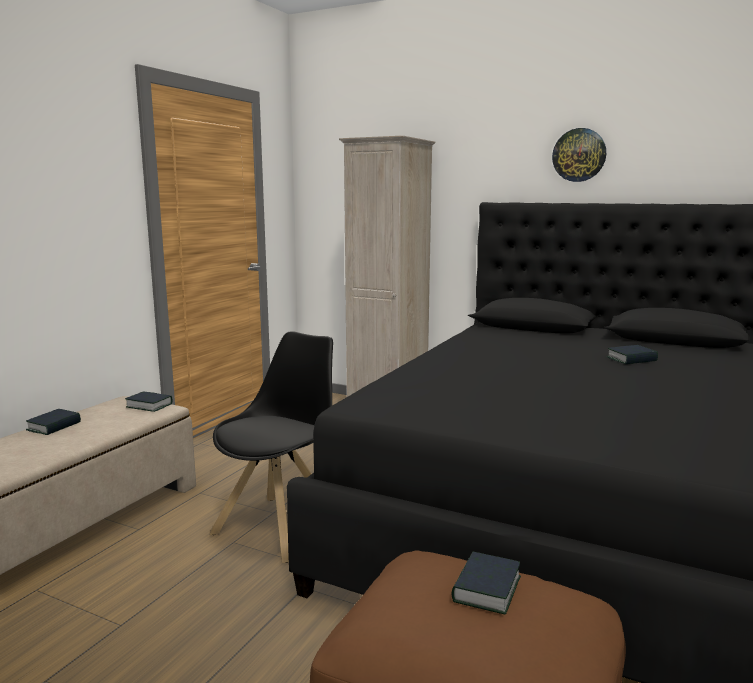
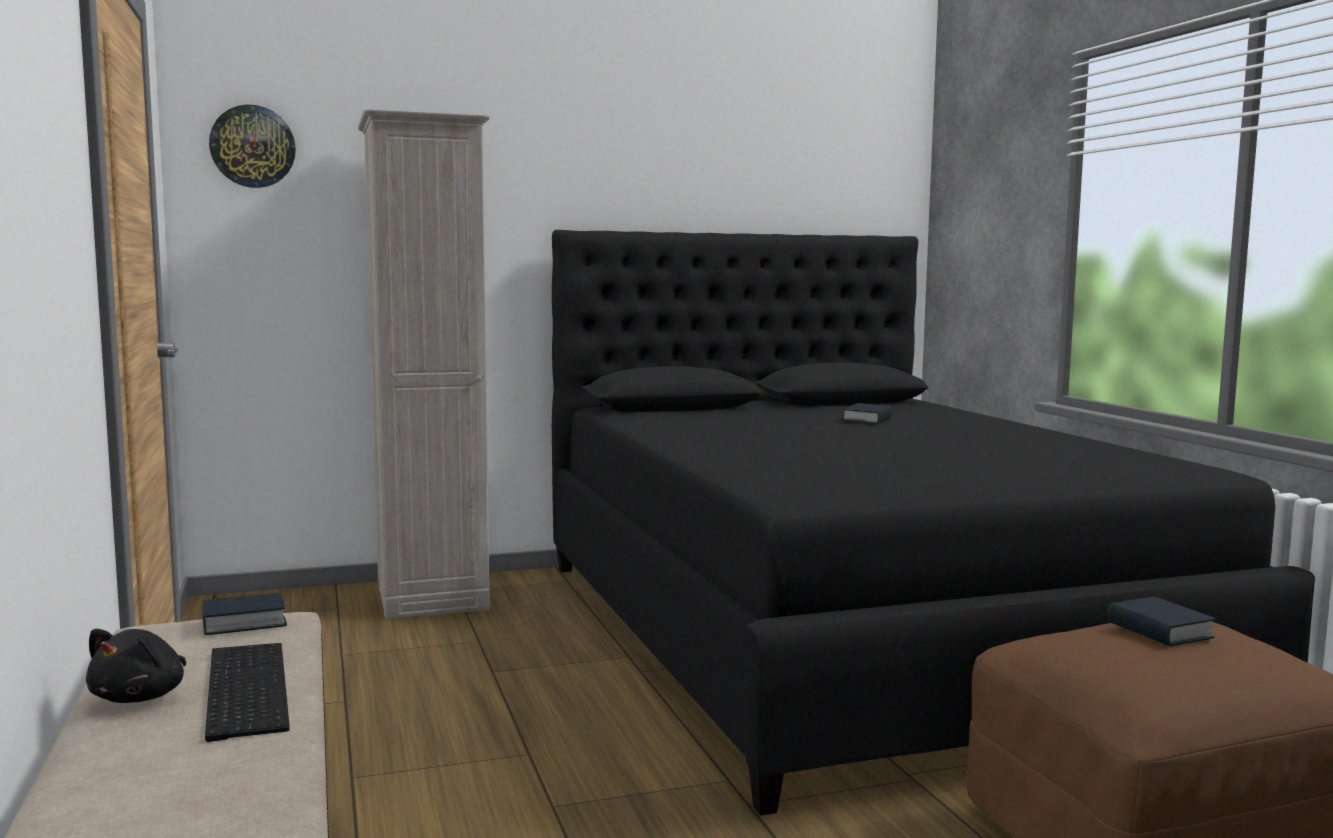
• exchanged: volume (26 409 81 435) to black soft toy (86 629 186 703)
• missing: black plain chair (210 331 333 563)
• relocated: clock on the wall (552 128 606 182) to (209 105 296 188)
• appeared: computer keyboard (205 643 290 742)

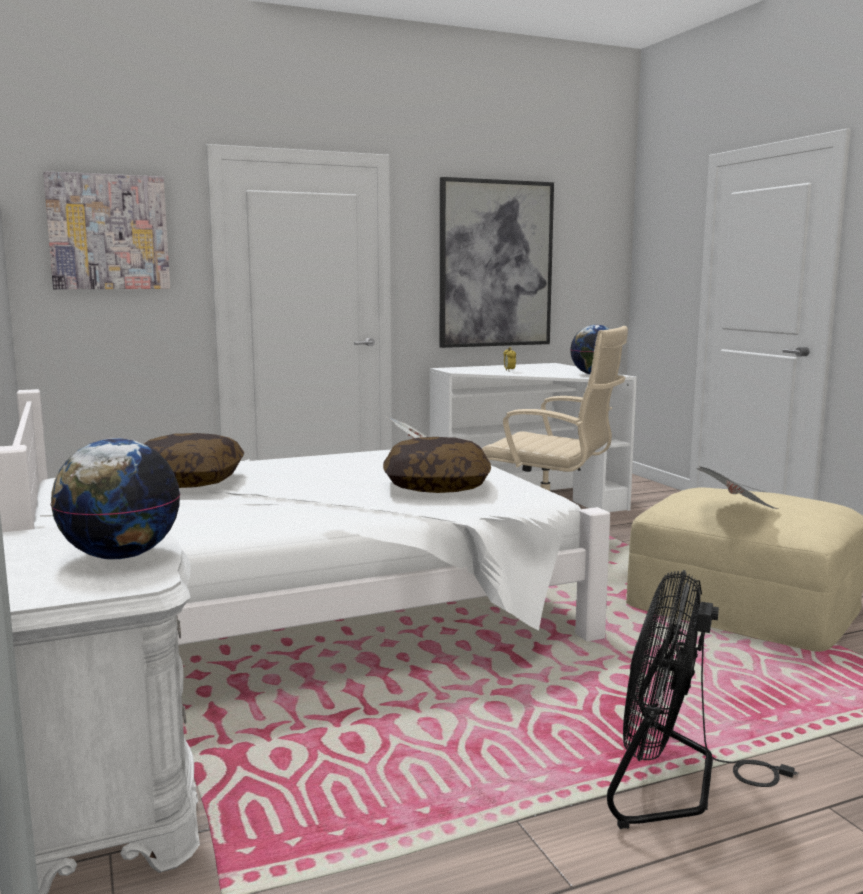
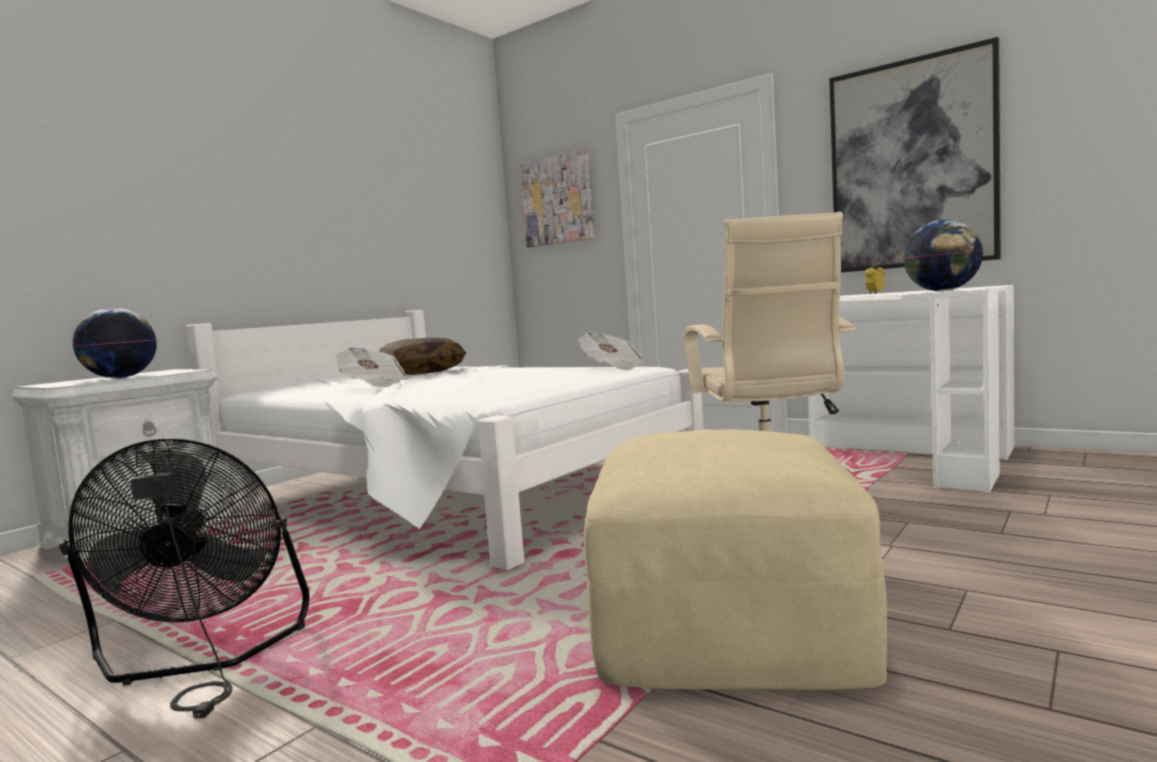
• missing: pillow (383 437 491 493)
• relocated: newspaper (696 467 778 509) to (335 347 408 388)

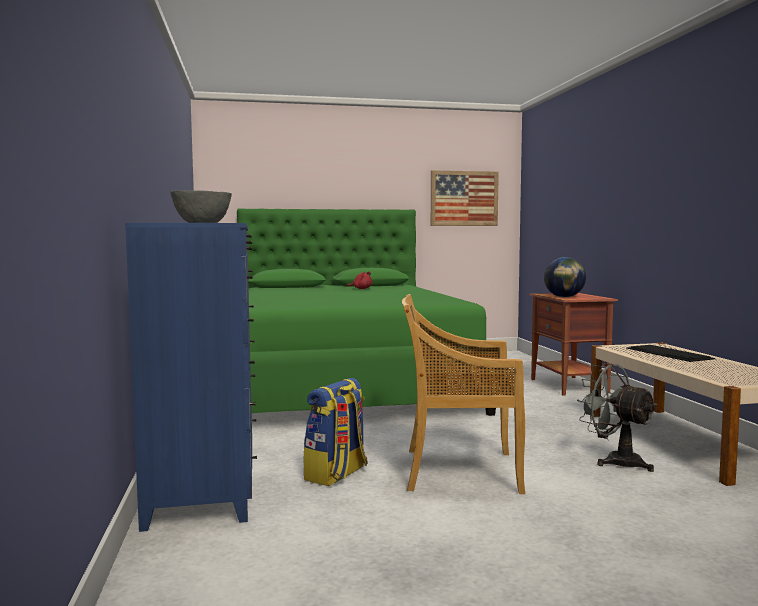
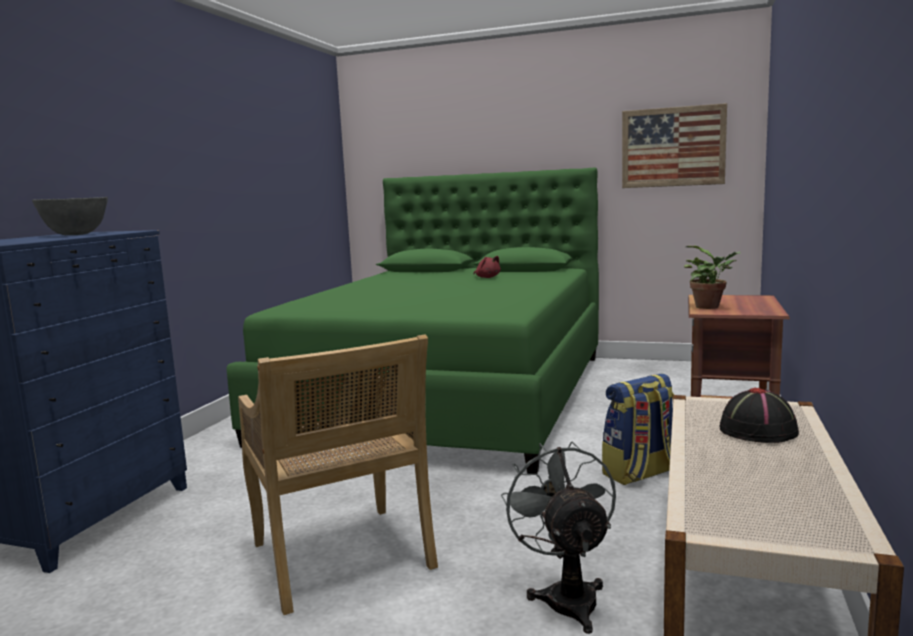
• relocated: rucksack (303 378 368 486) to (602 373 674 485)
• spun: beige-coloured plain chair (402 294 525 494) = (238 335 438 615) 150 degrees counterclockwise
• exchanged: world globe (544 257 586 297) to houseplant (684 246 740 309)
• exchanged: computer keyboard (627 345 716 362) to black wearable hat (720 388 799 443)

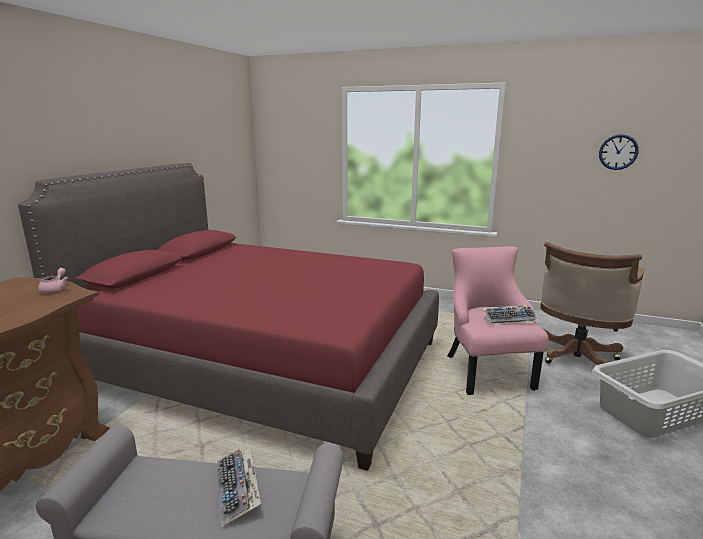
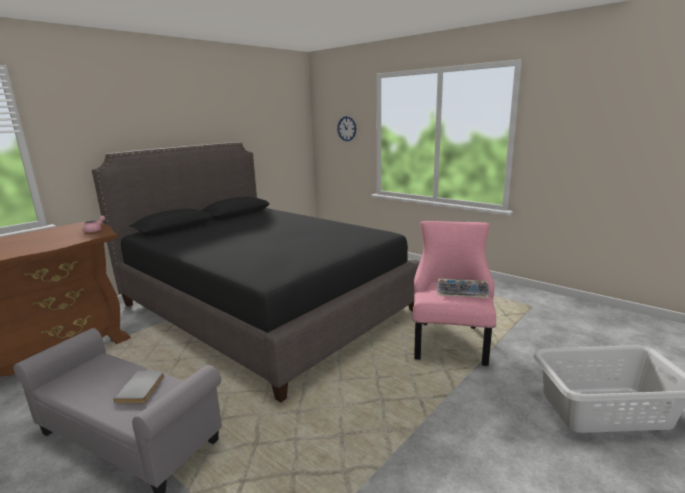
• colour: reddish bedroom bed (18 163 439 471) to black bedroom bed (92 142 420 402)
• exchanged: computer keyboard (217 448 261 527) to gray volume (113 371 164 404)
• missing: computer chair (540 242 644 365)
• relocated: clock on the wall (599 134 639 170) to (337 116 356 141)

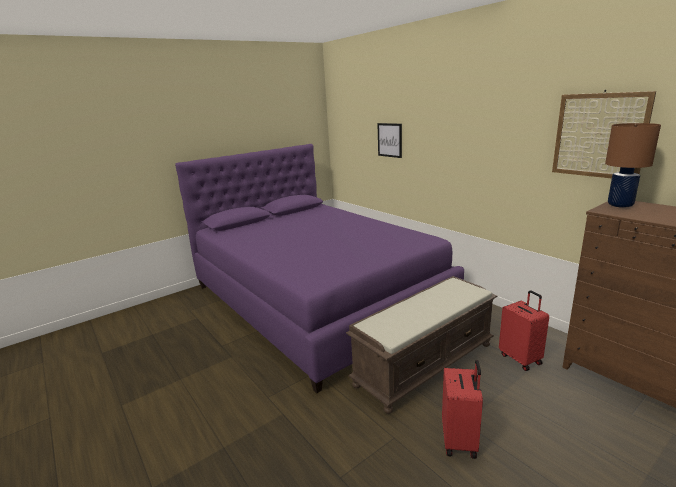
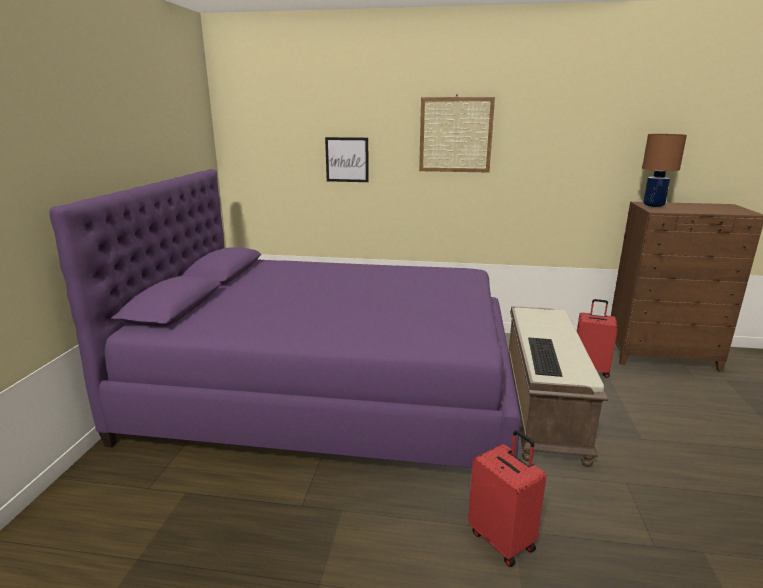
• relocated: reddish suitcase (442 360 483 459) to (468 430 546 567)
• relocated: wall picture (552 90 656 179) to (419 94 495 173)
• appeared: computer keyboard (528 337 562 377)

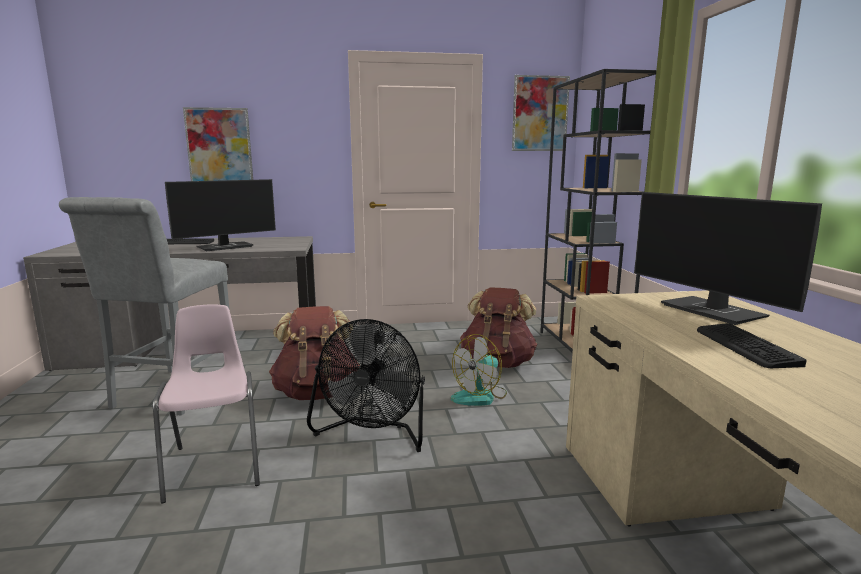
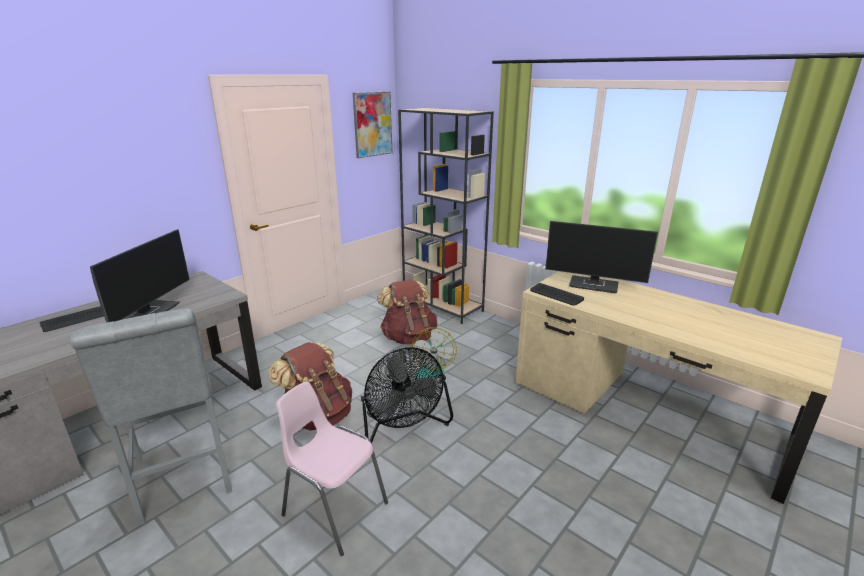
• missing: wall picture (183 107 253 181)
• relocated: computer keyboard (697 323 807 368) to (530 283 584 306)

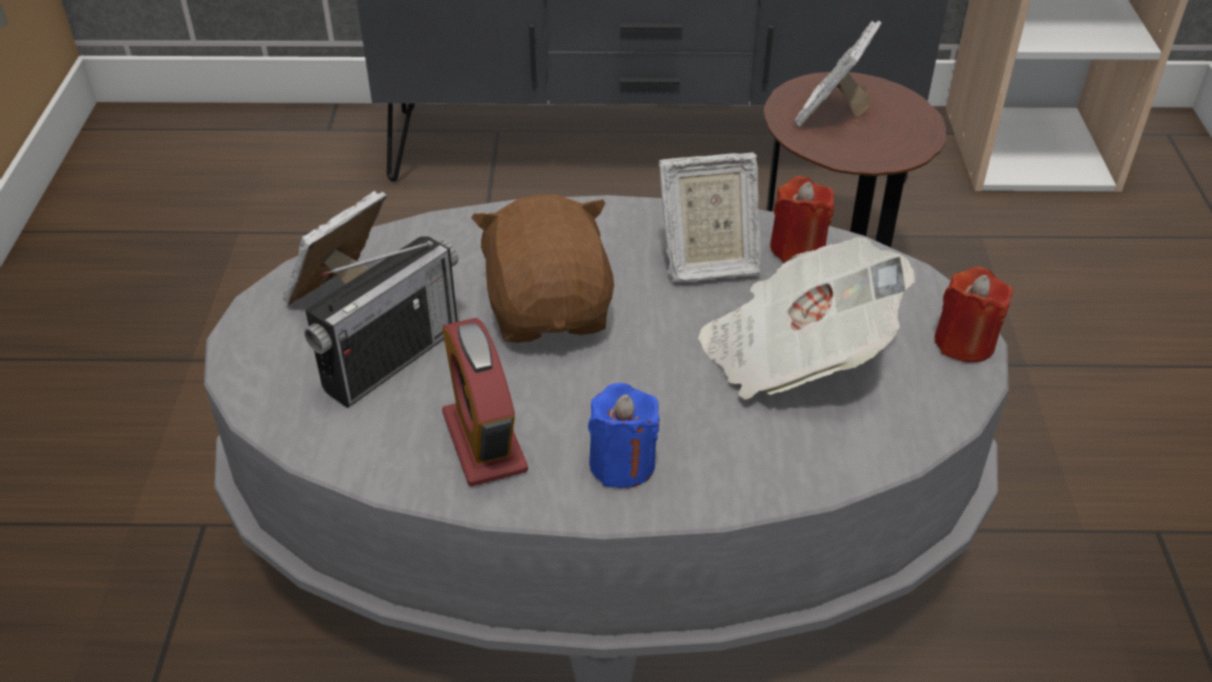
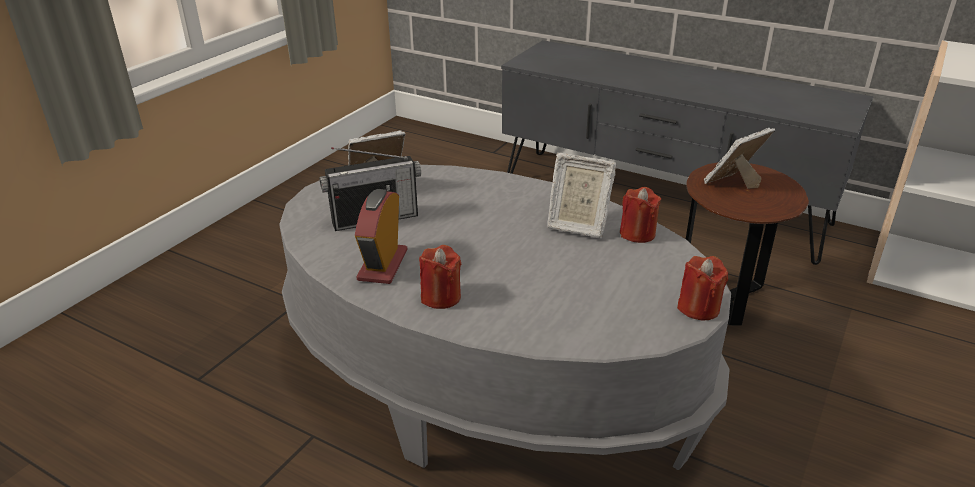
• missing: brown soft toy (472 194 614 343)
• colour: blue candle (588 383 660 488) to reddish candle (419 245 461 309)
• missing: newspaper (698 237 916 400)

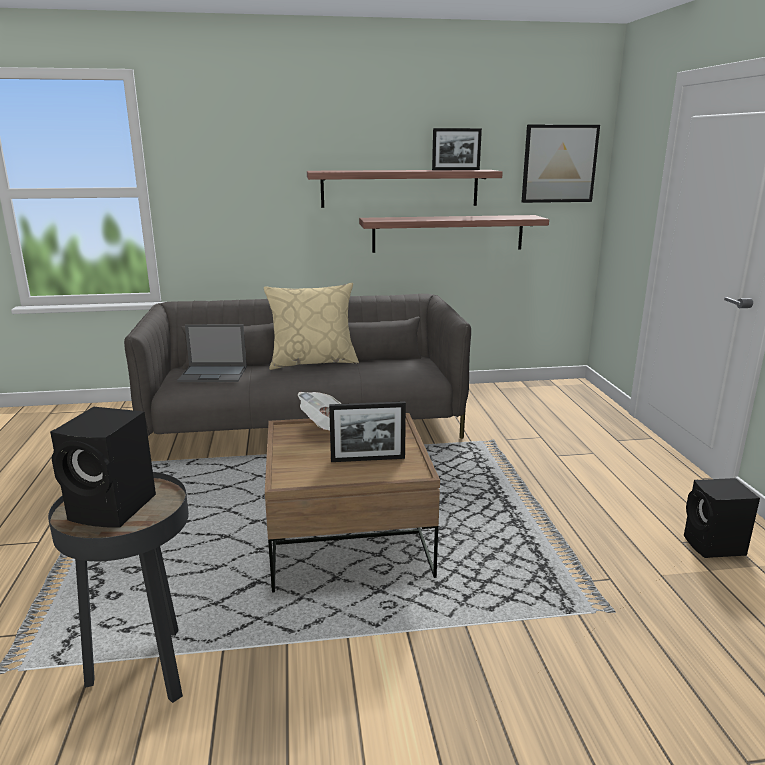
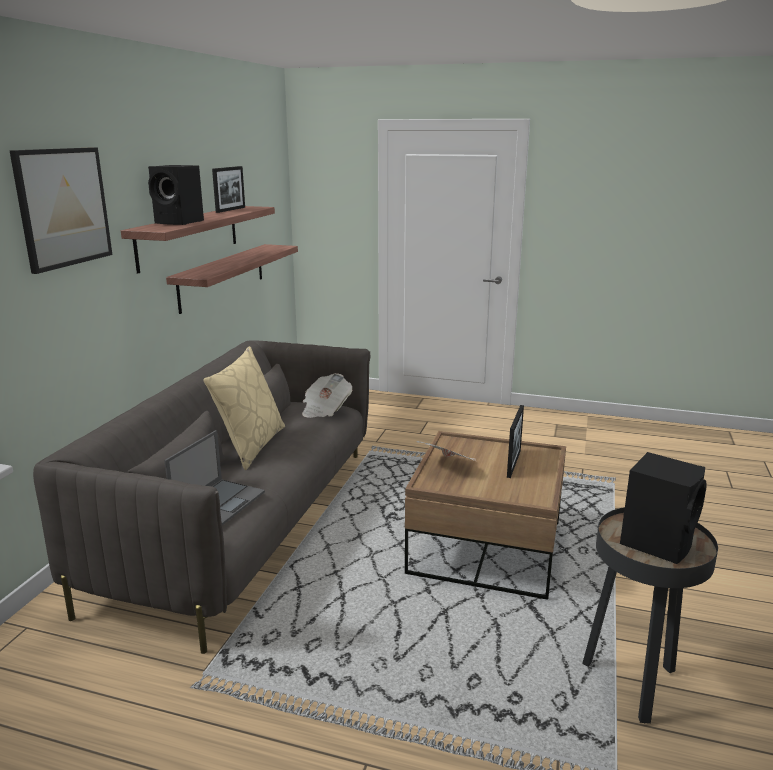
• relocated: wall picture (522 125 600 203) to (9 147 112 274)
• relocated: black speaker (684 478 760 558) to (148 165 204 225)
• appeared: newspaper (302 373 352 418)

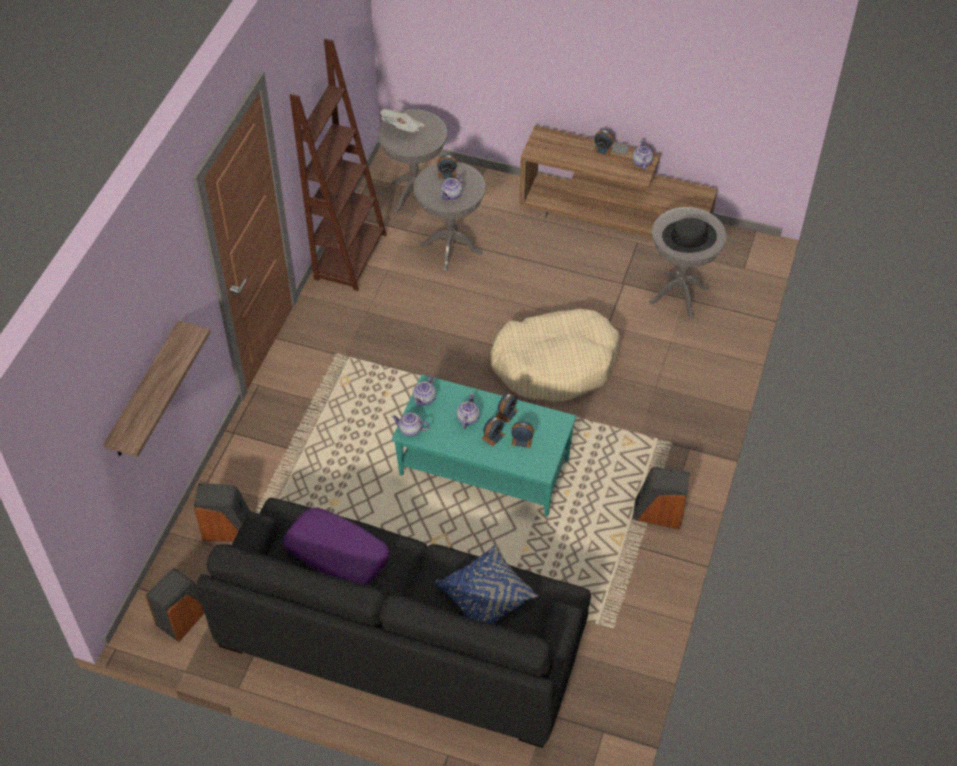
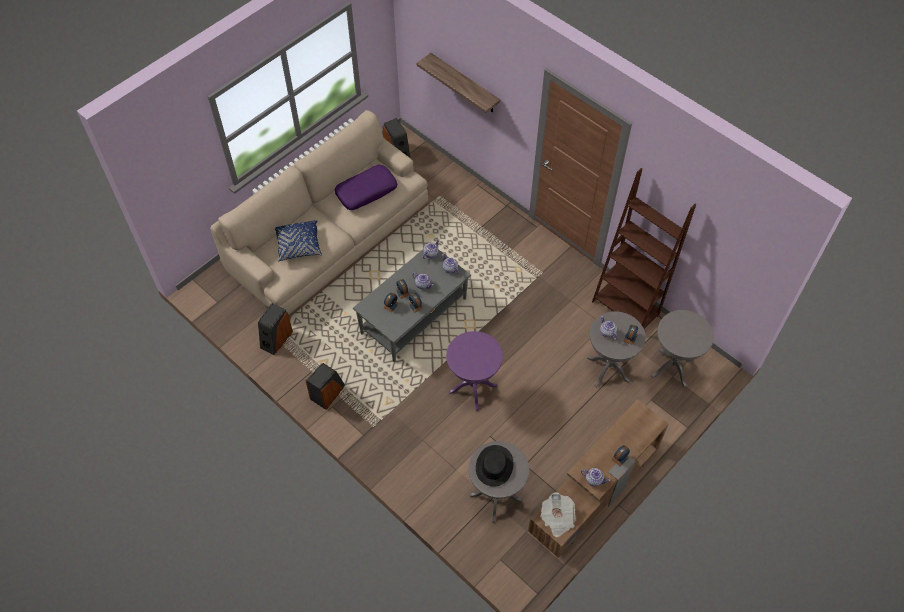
• relocated: speaker (194 483 251 541) to (258 303 293 355)
• colour: black sofa (196 497 591 748) to beige-coloured sofa (210 110 428 315)
• relocated: newspaper (380 109 425 133) to (541 492 575 537)
• colour: turquoise coffee table (391 374 576 516) to gray coffee table (353 250 471 362)
• exchanged: beige-coloured pet bed (491 309 620 402) to purplish accent table (446 331 503 411)

